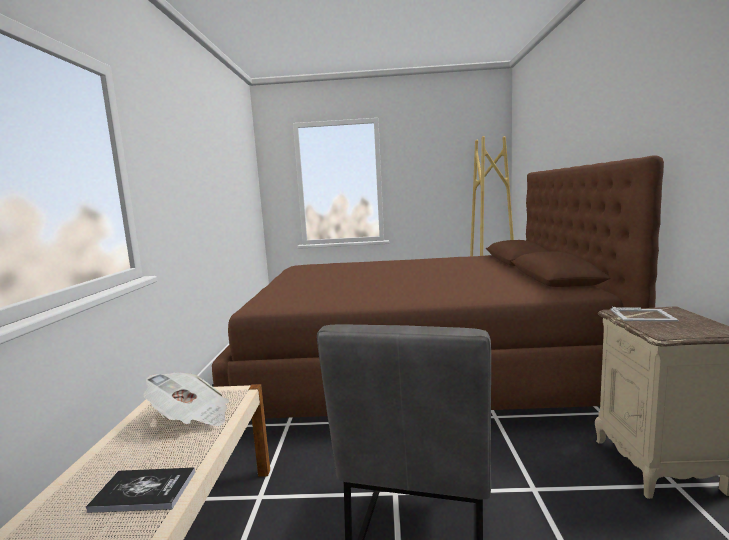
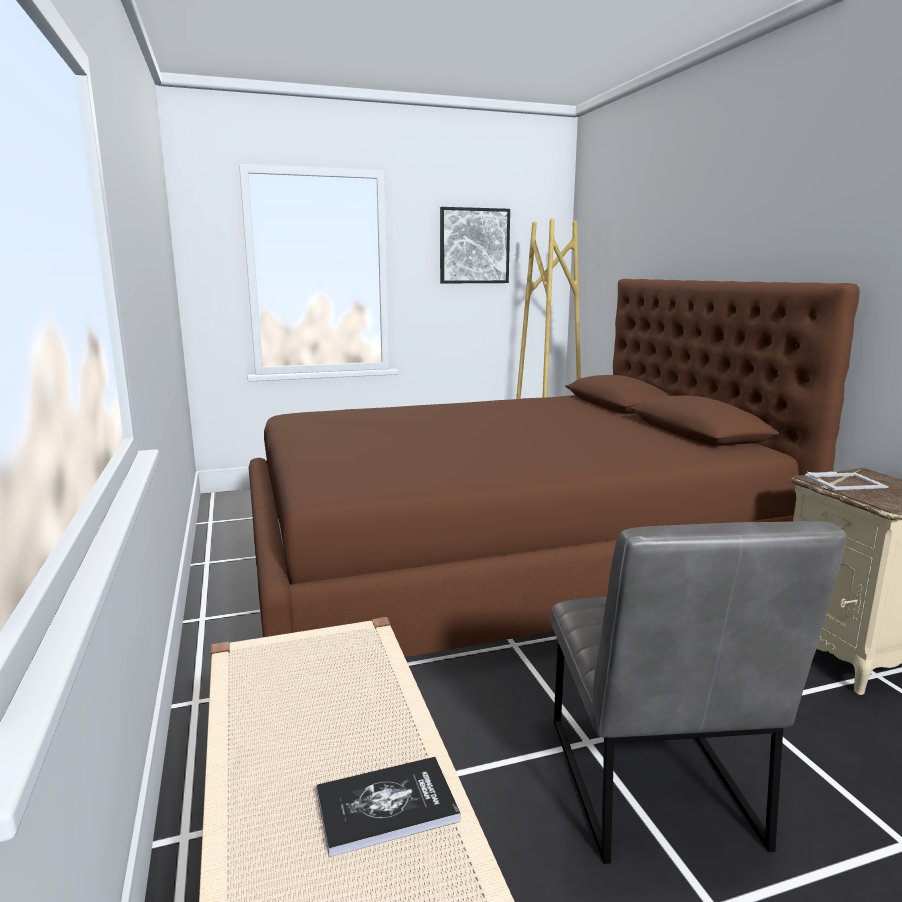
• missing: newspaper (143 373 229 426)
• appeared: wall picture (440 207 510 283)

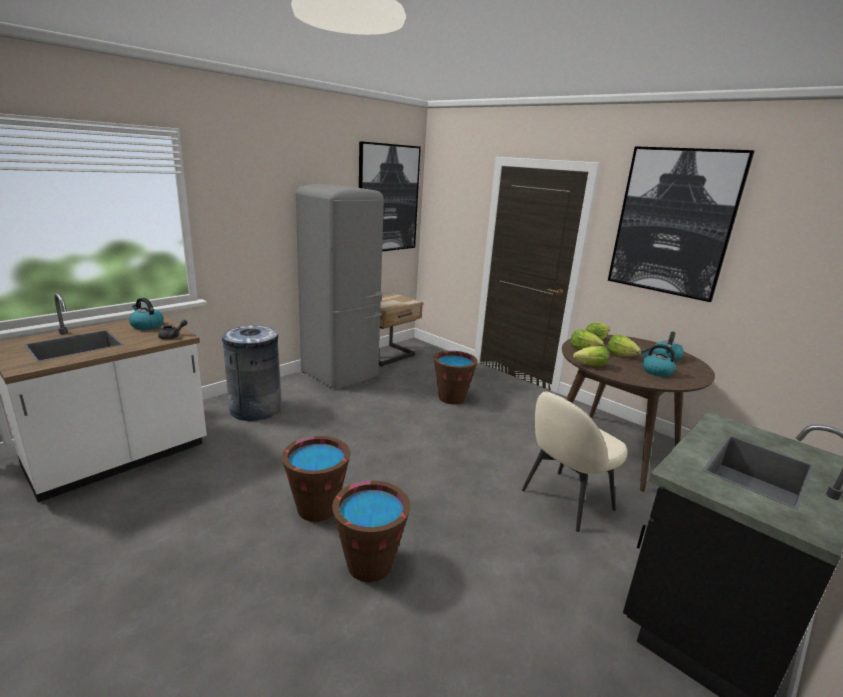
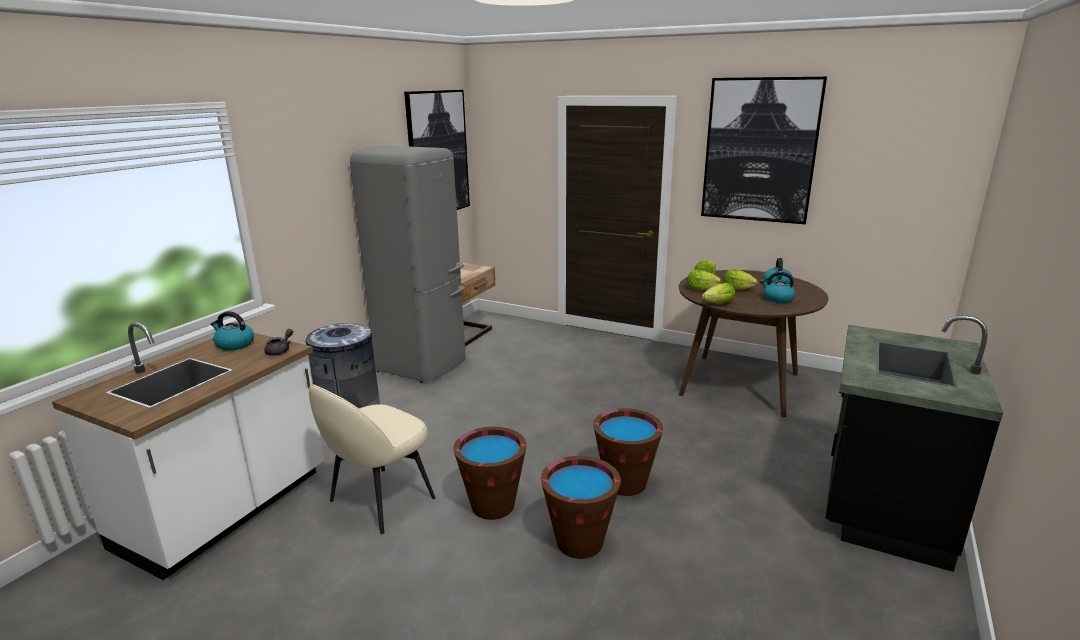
• relocated: brown pail (434 351 478 404) to (593 408 663 496)
• relocated: beige-coloured plain chair (522 391 627 532) to (309 384 435 534)

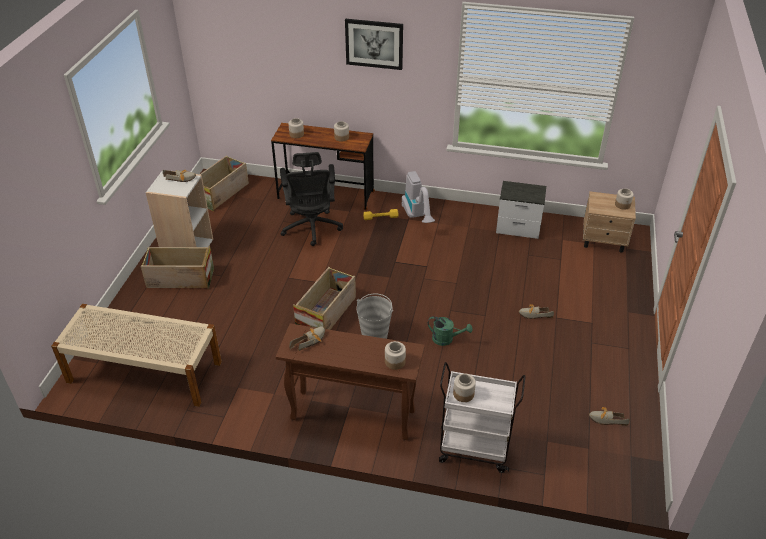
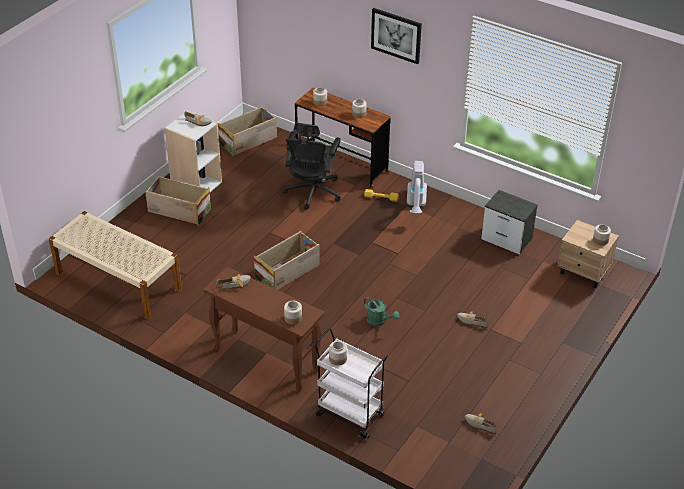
• missing: gray pail (356 293 393 339)

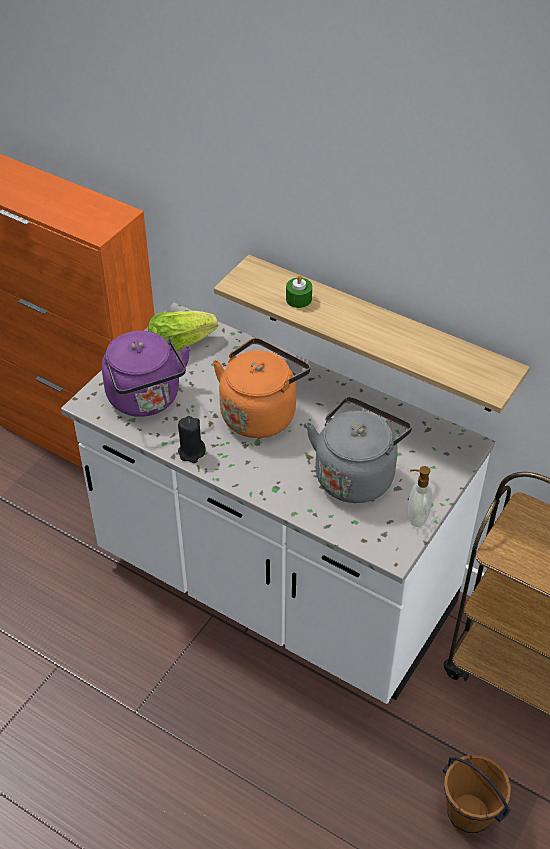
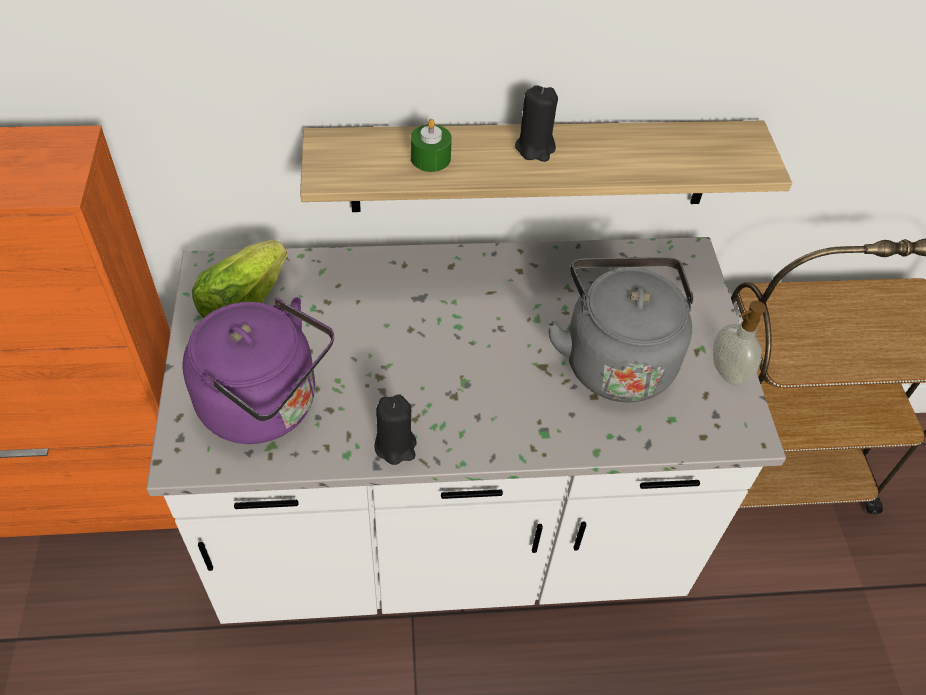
• missing: orangey water kettle (213 338 310 438)
• missing: brown pail (443 755 511 834)
• appeared: black candle (515 85 558 162)

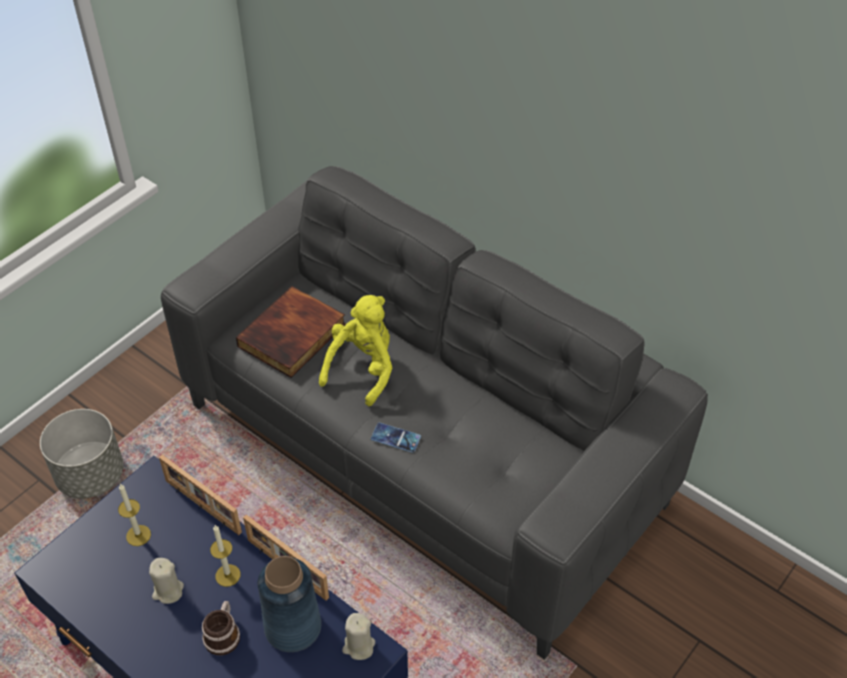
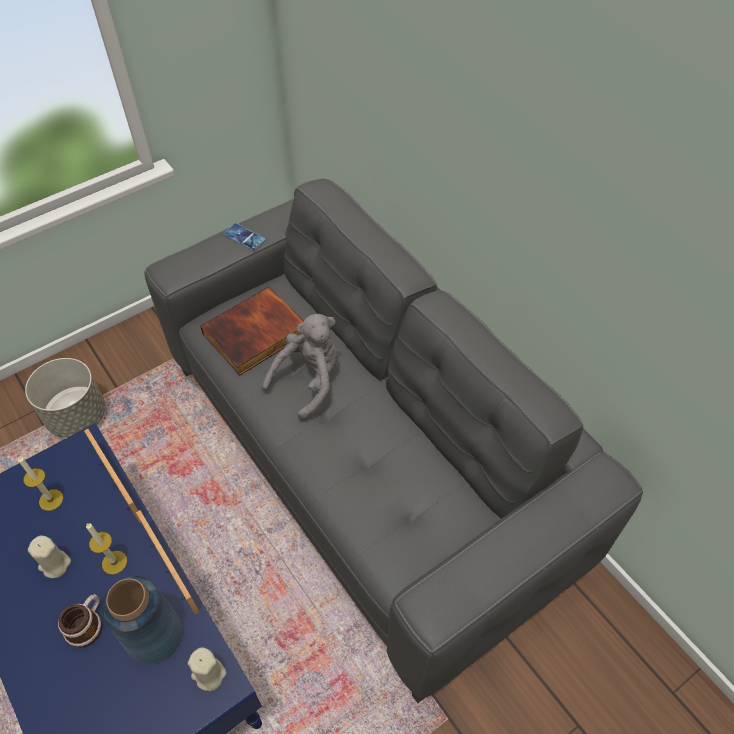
• colour: yellow soft toy (319 295 392 406) to gray soft toy (262 314 339 421)
• relocated: phone (371 423 421 453) to (224 223 266 251)

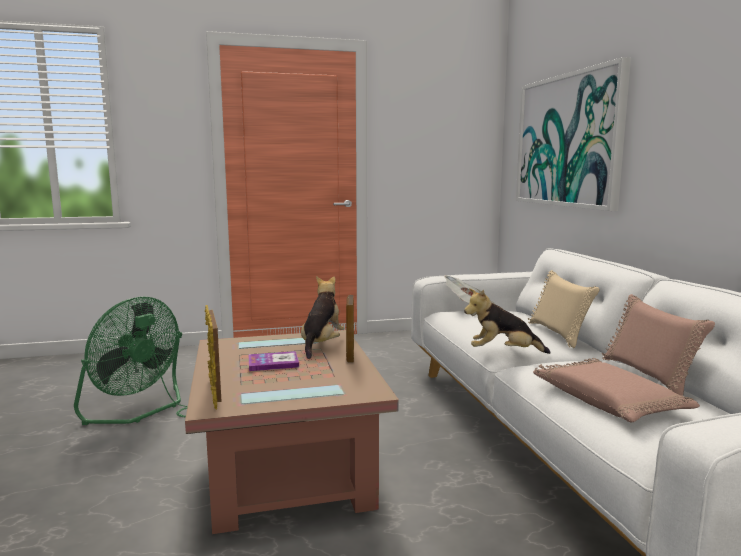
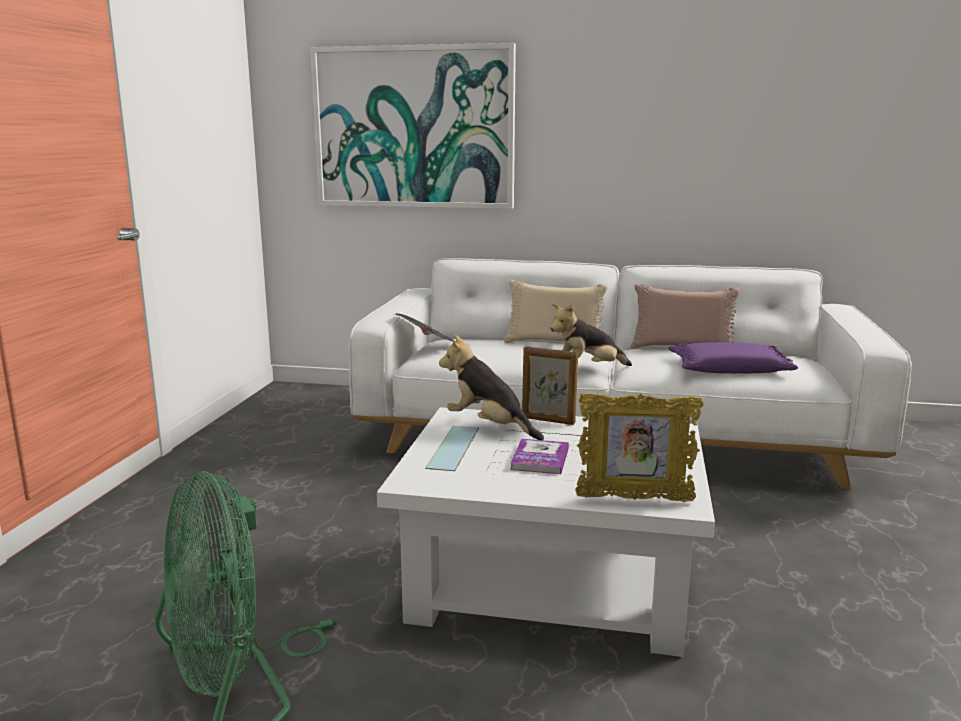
• colour: brown coffee table (185 330 399 534) to white coffee table (377 407 715 657)
• spun: soft toy (464 288 551 354) = (550 304 632 366) 45 degrees clockwise
• colour: beige-coloured pillow (533 358 700 422) to purplish pillow (668 342 798 374)

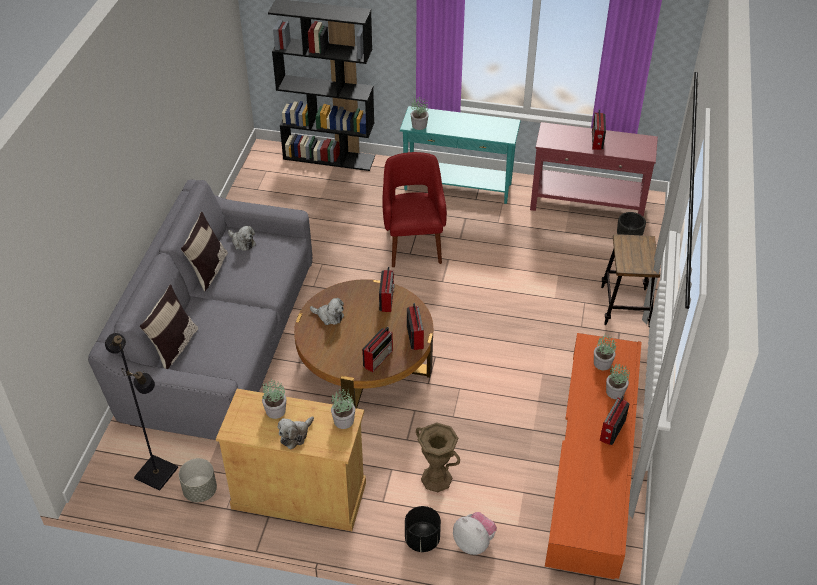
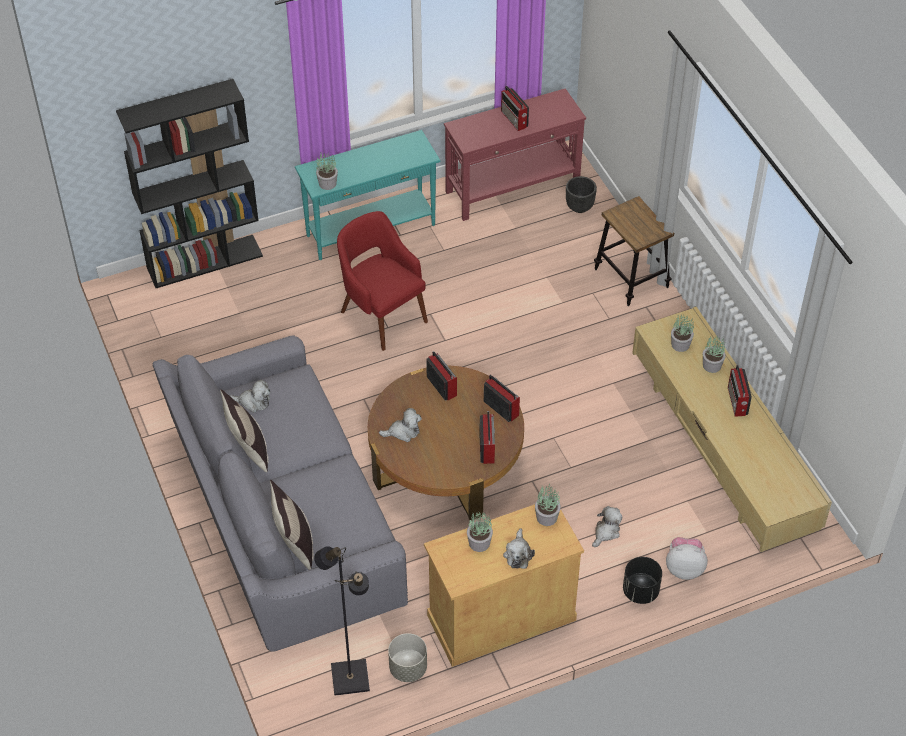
• exchanged: brown vase (416 422 460 492) to soft toy (592 506 622 547)
• colour: orangey media console (545 333 642 579) to beige-coloured media console (632 306 832 552)

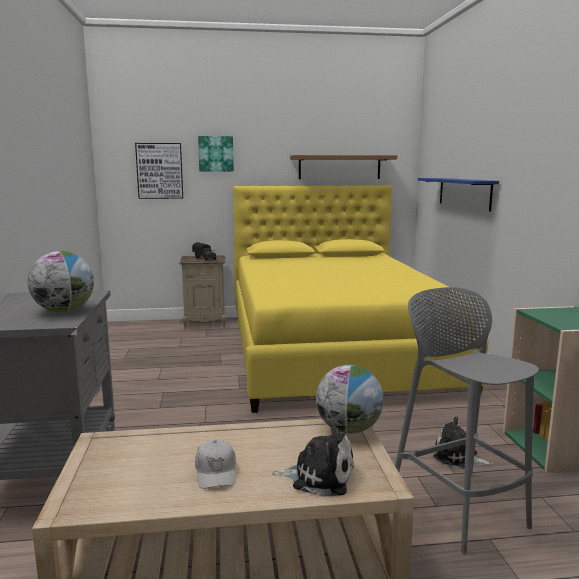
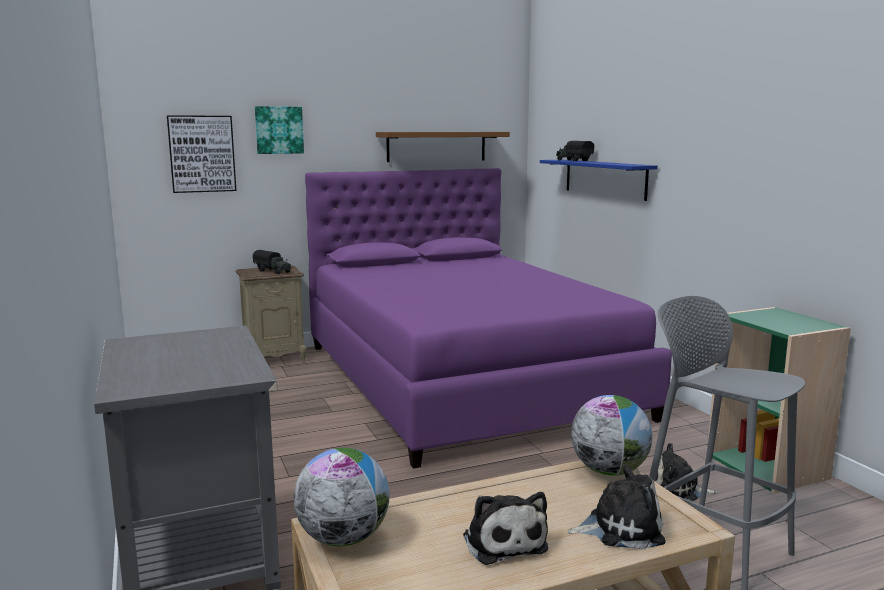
• relocated: world globe (28 251 94 312) to (294 448 389 546)
• exchanged: white baseball cap (195 439 236 489) to soft toy (463 492 548 565)
• colour: yellow bedroom bed (233 185 489 413) to purplish bedroom bed (305 168 672 469)
• appeared: toy lorry (556 141 595 161)

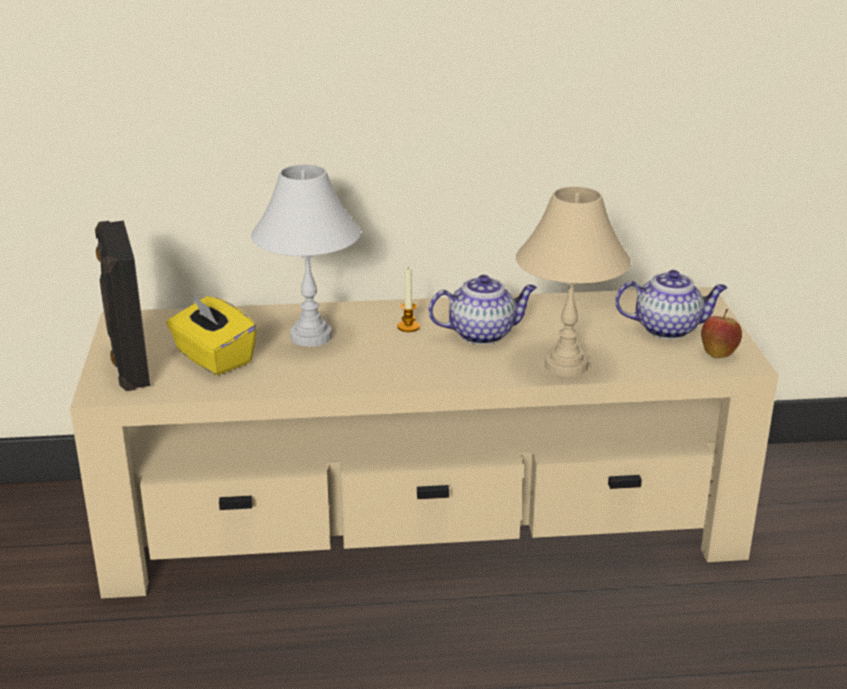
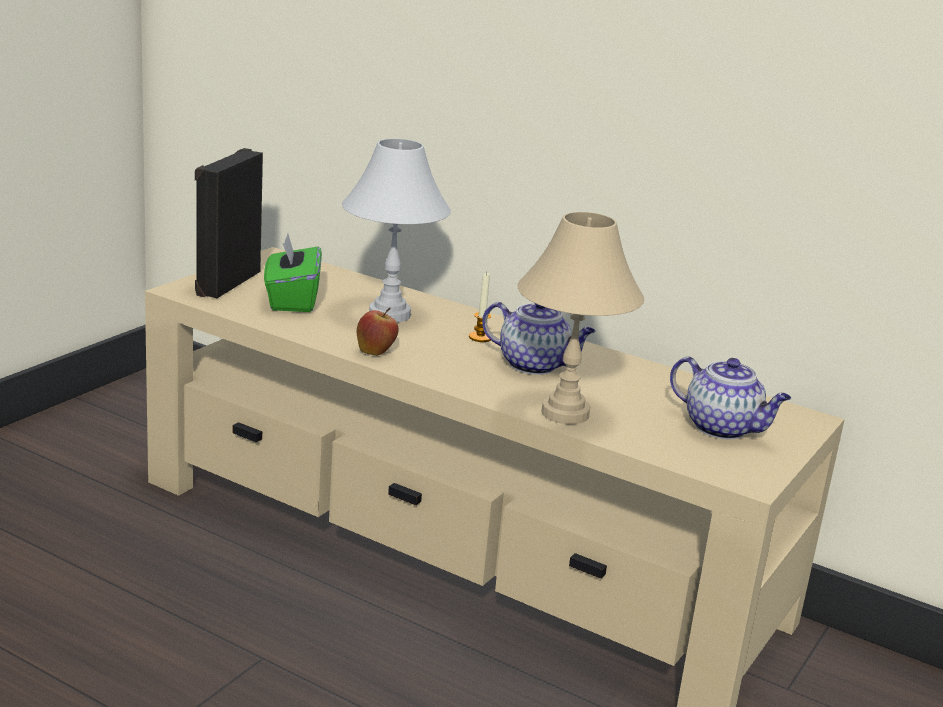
• colour: yellow tissue box (166 294 257 376) to green tissue box (264 233 322 312)
• relocated: apple fruit (701 309 742 358) to (357 307 399 356)

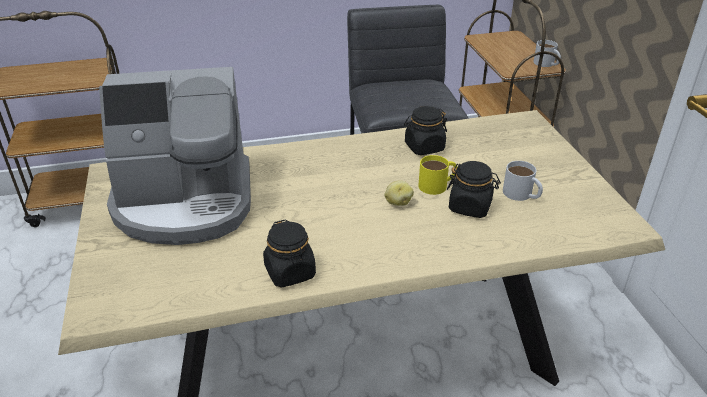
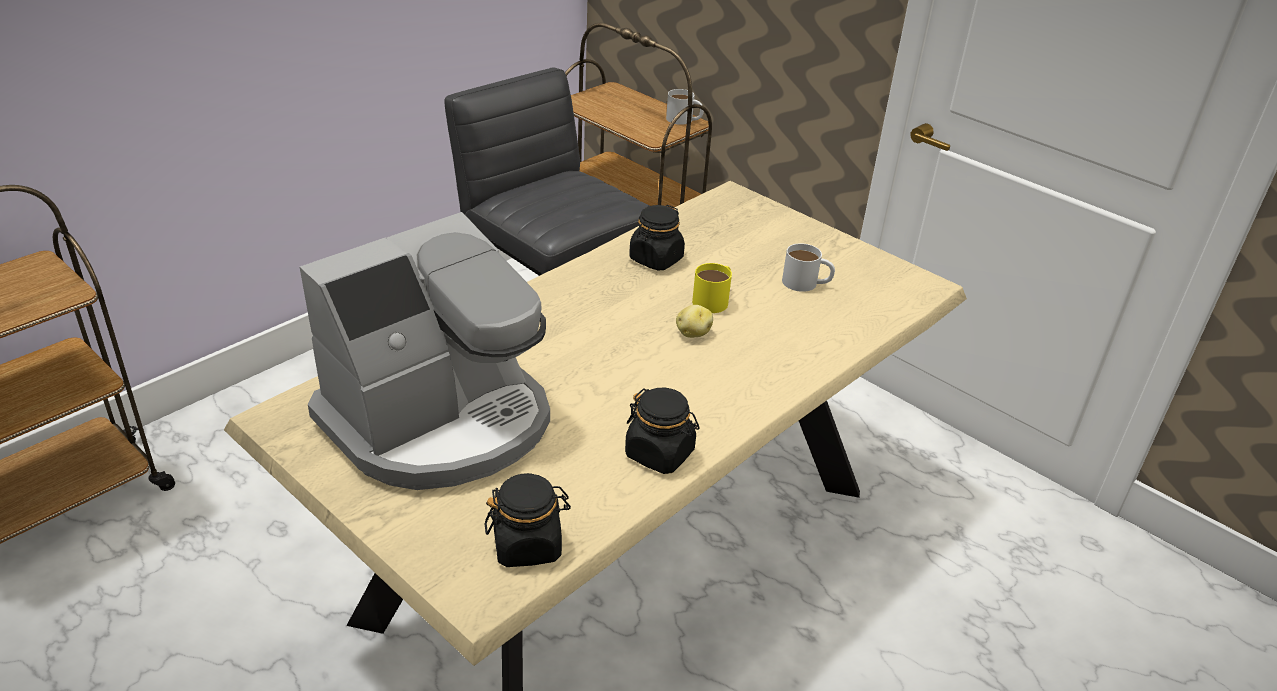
• relocated: black preserve jar (447 161 501 218) to (485 473 571 567)

